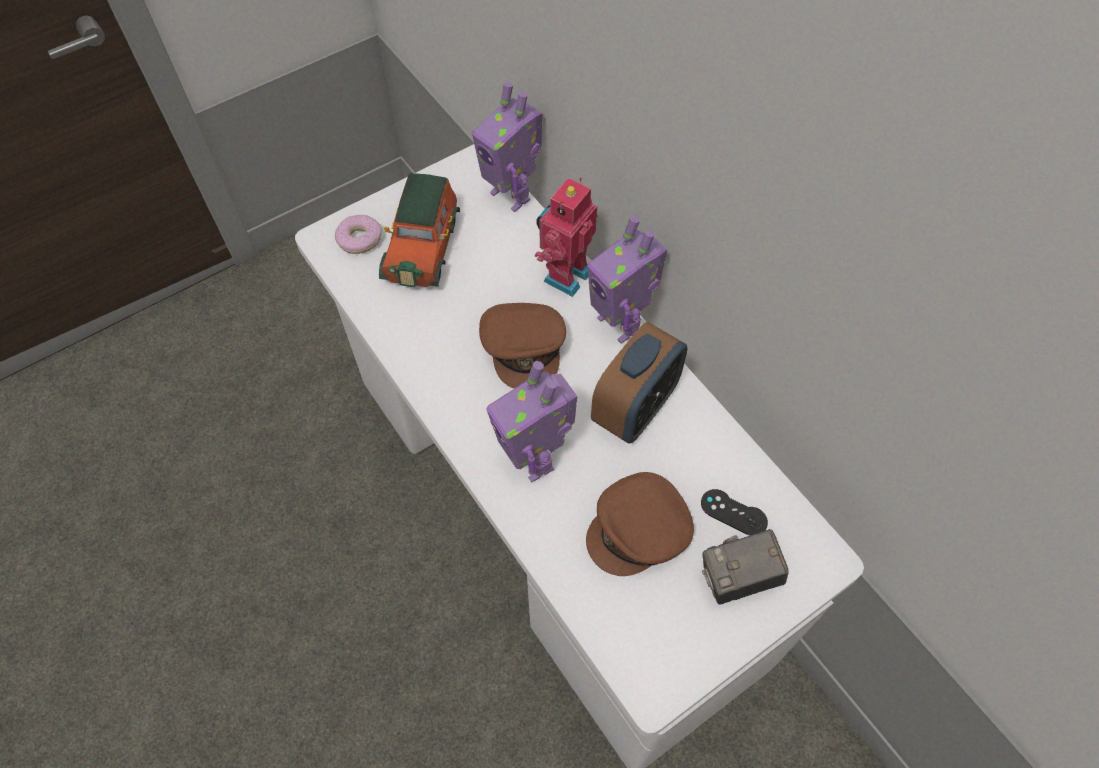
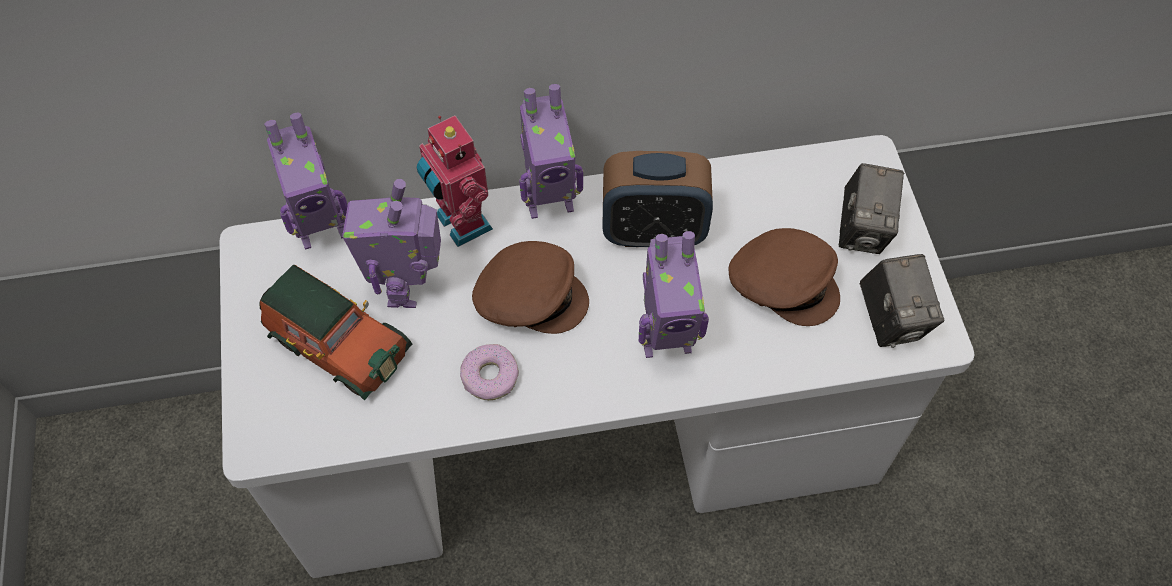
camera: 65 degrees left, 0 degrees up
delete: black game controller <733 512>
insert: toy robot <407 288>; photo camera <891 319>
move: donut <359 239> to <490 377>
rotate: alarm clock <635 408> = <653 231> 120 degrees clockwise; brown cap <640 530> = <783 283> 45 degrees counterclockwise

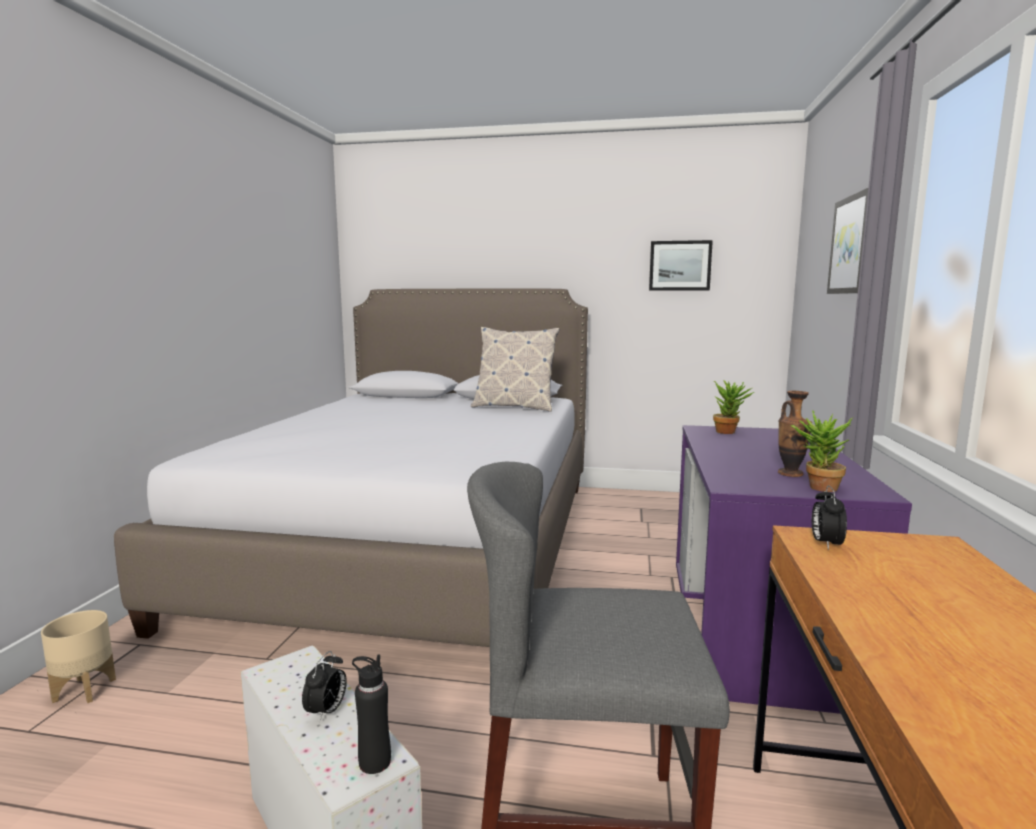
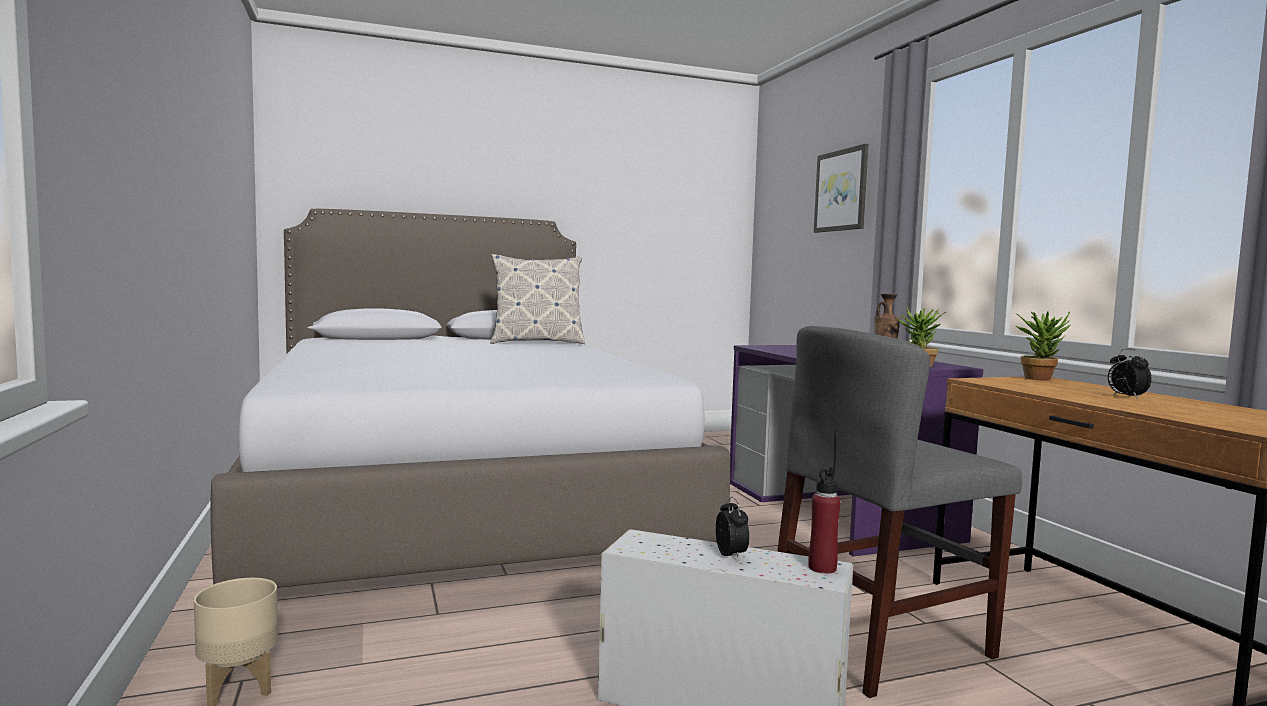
camera: 30 degrees left, 5 degrees down
delete: picture <680 266>
move: potted plant <729 432> to <1040 378>; alarm clock <825 544> to <1125 397>
recolor: black bottle <374 762> to red bottle <822 568>

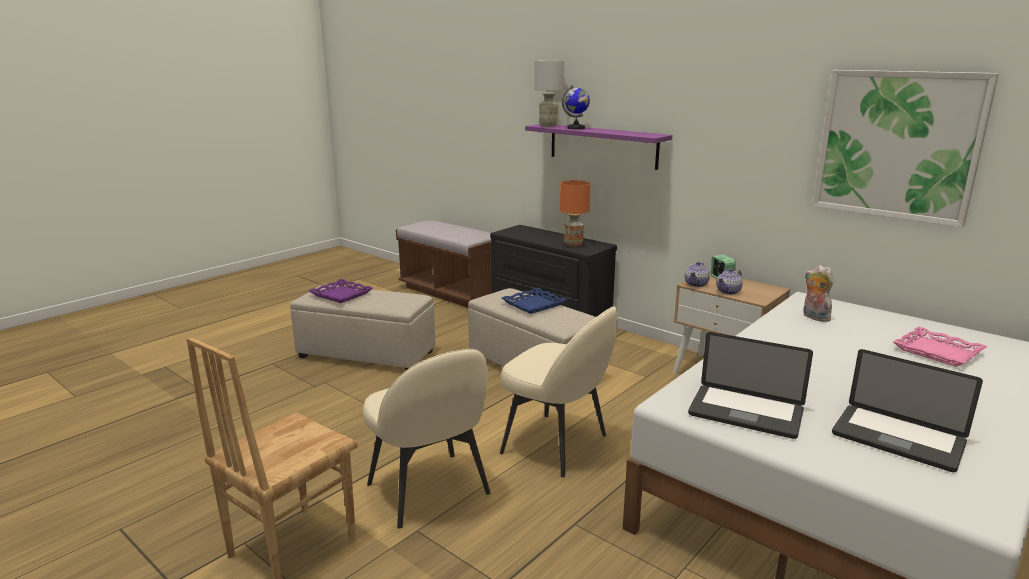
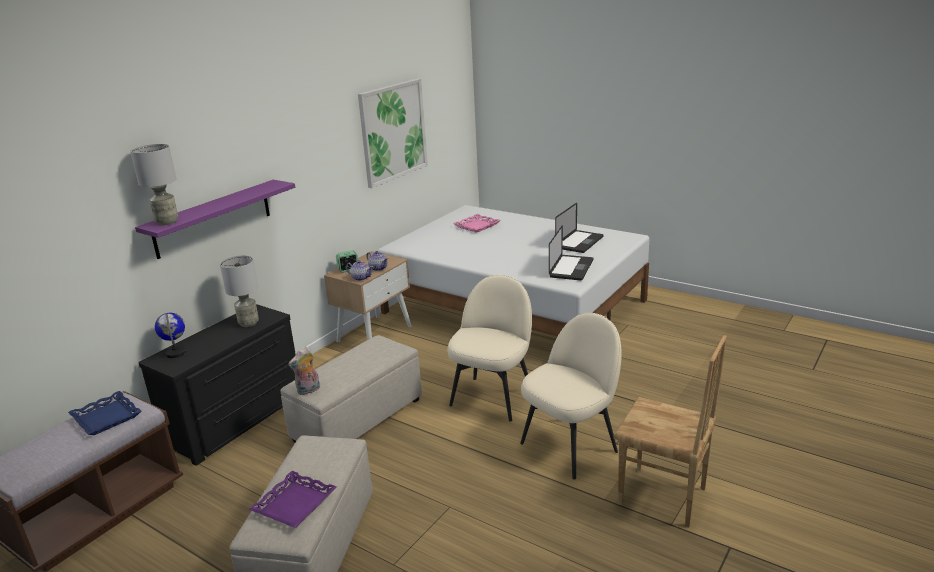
camera: 95 degrees left, 5 degrees up
move: globe <576 128> to <176 353>; plush toy <814 317> to <308 390>; blue tray <534 305> to <107 417>
recolor: orange table lamp <573 244> to grey table lamp <249 323>

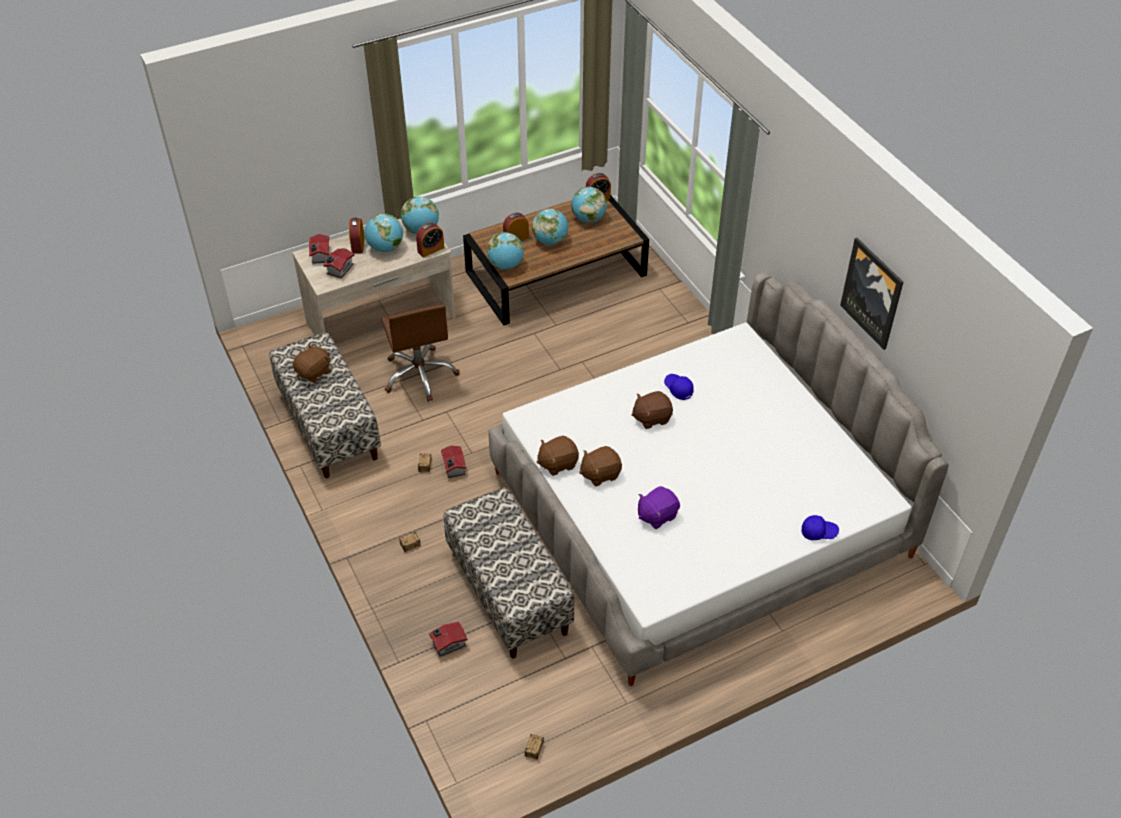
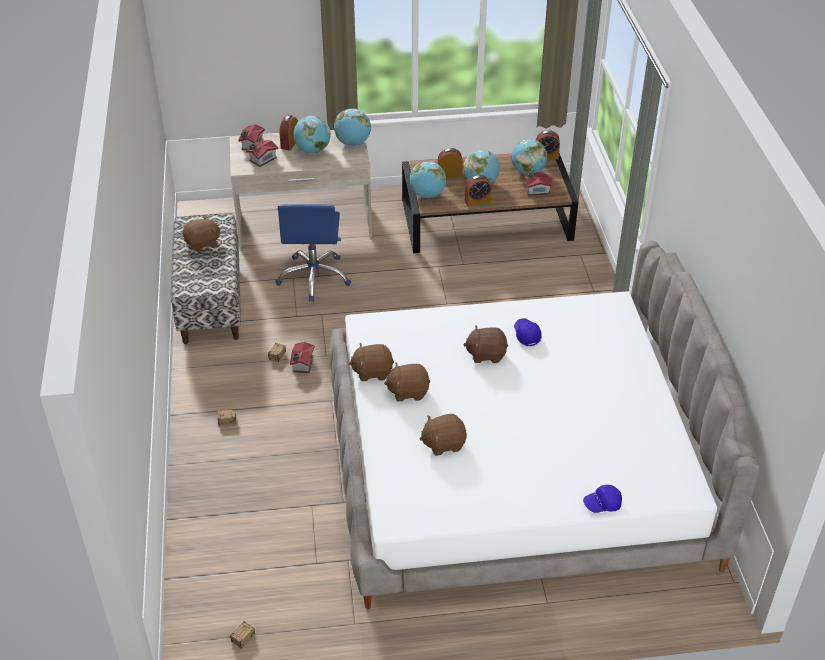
camera: 20 degrees right, 5 degrees down
delete: picture <872 293>; bench <509 593>
move: alarm clock <431 249> to <477 201>; toy house <447 644> to <536 190>
recolor: brown office chair <420 375> to blue office chair <314 277>; purple plush toy <657 515> to brown plush toy <443 443>
rotate: blue cap <818 532> = <602 504> 135 degrees clockwise

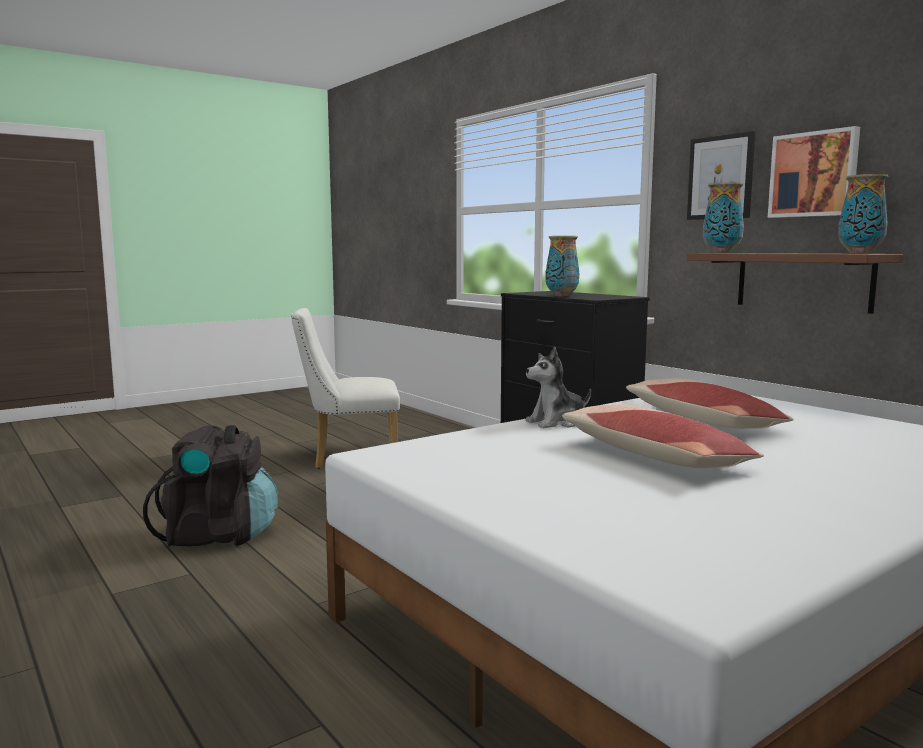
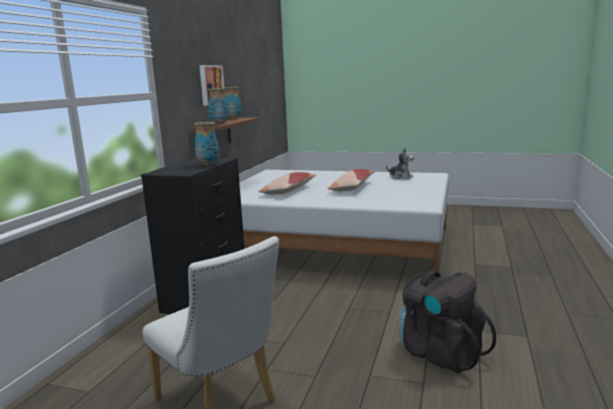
camera: 125 degrees left, 5 degrees up
delete: picture <720 177>
move: plush toy <557 422> to <400 177>

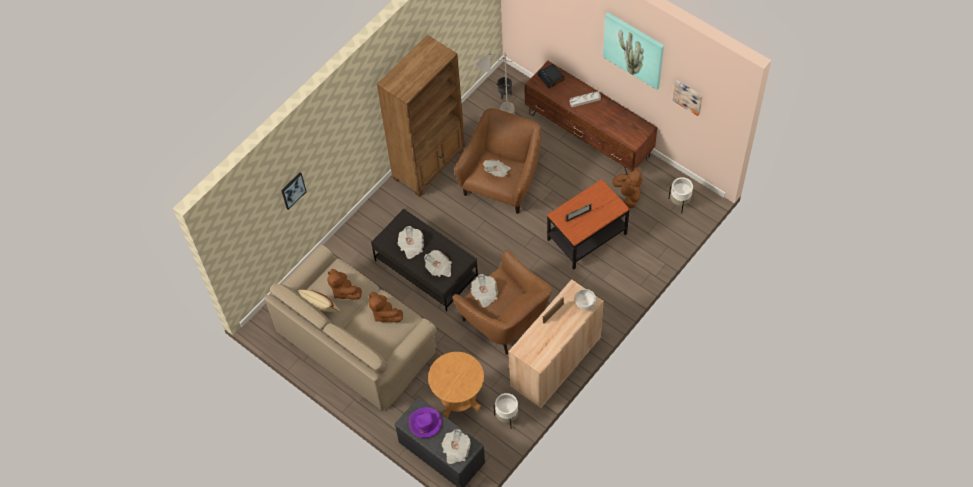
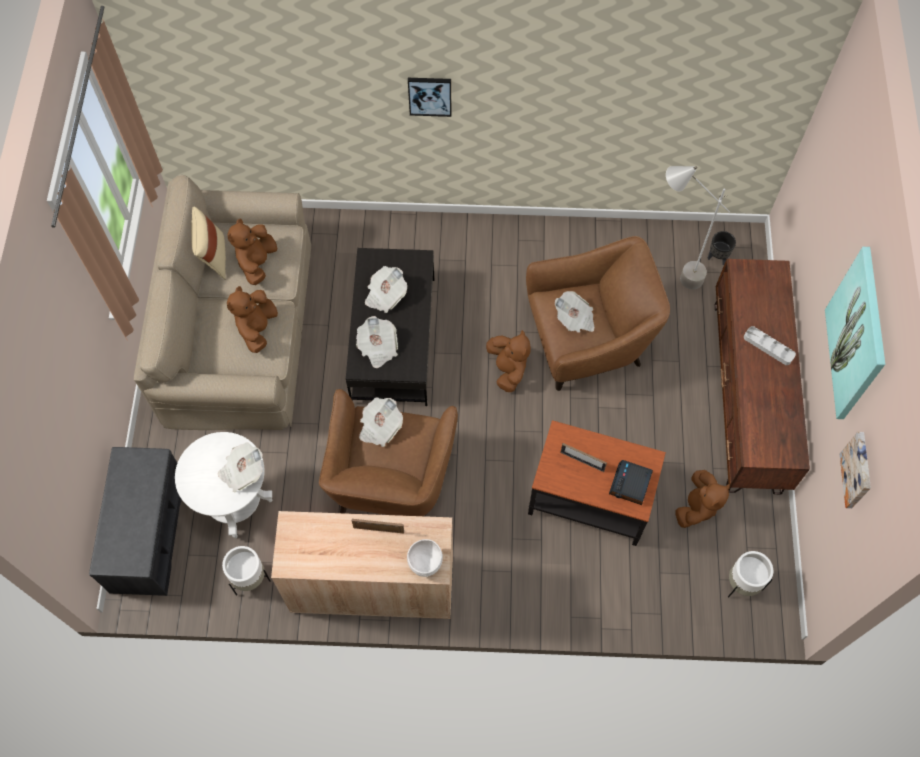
camera: 50 degrees right, 5 degrees up
delete: brown bookcase <429 165>; purple hat <425 423>
insert: brown plush toy <508 369>
move: alarm clock <551 78> to <630 485>; picture <293 190> to <430 95>; newspaper <456 450> to <242 472>
recolor: brown side table <459 400> to white side table <235 503>

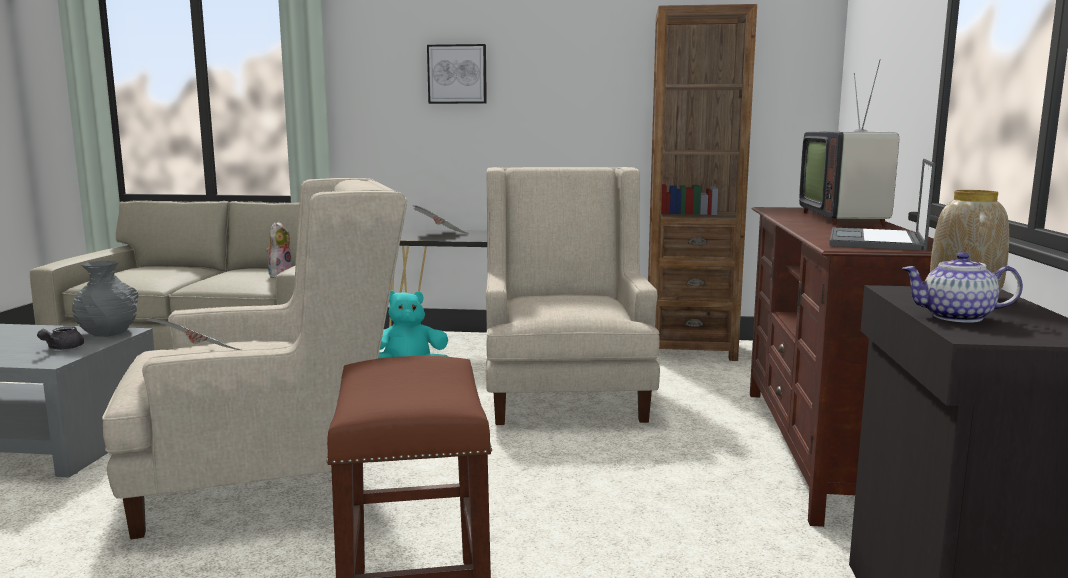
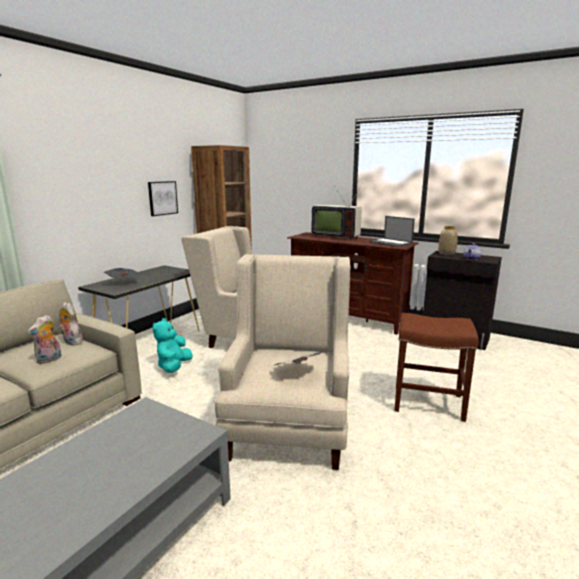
camera: 65 degrees left, 5 degrees up
delete: grey vase <108 332>; grey teapot <61 348>
insert: plush toy <49 360>
move: picture <457 74> to <162 198>

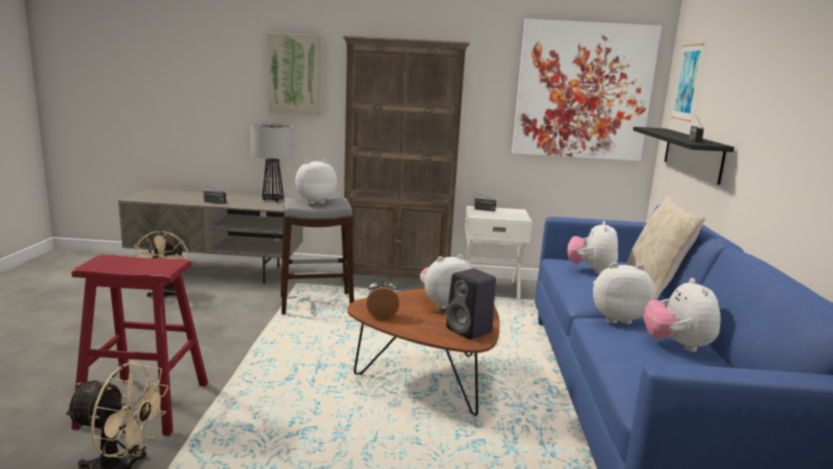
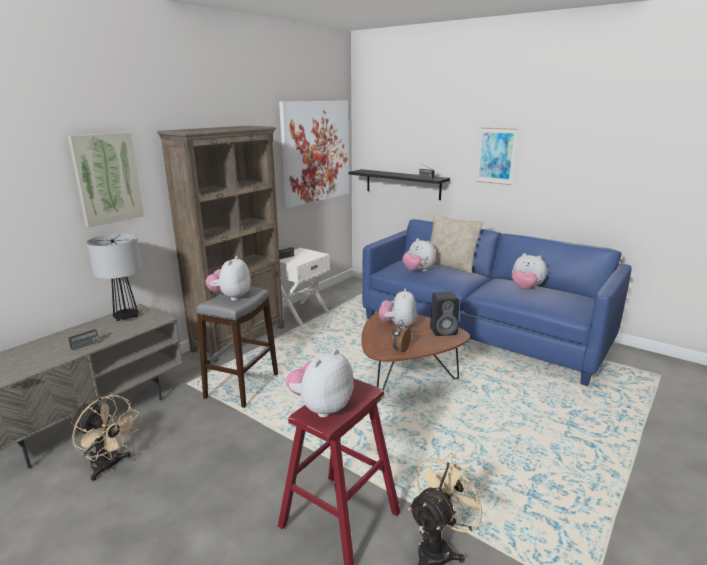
camera: 55 degrees left, 5 degrees up
move: picture <687 82> to <496 156>; plush toy <616 318> to <321 407>

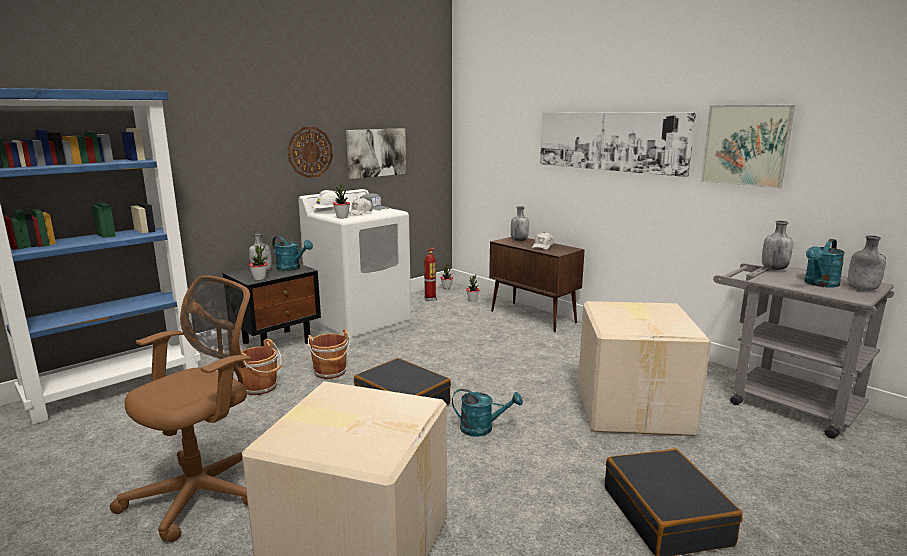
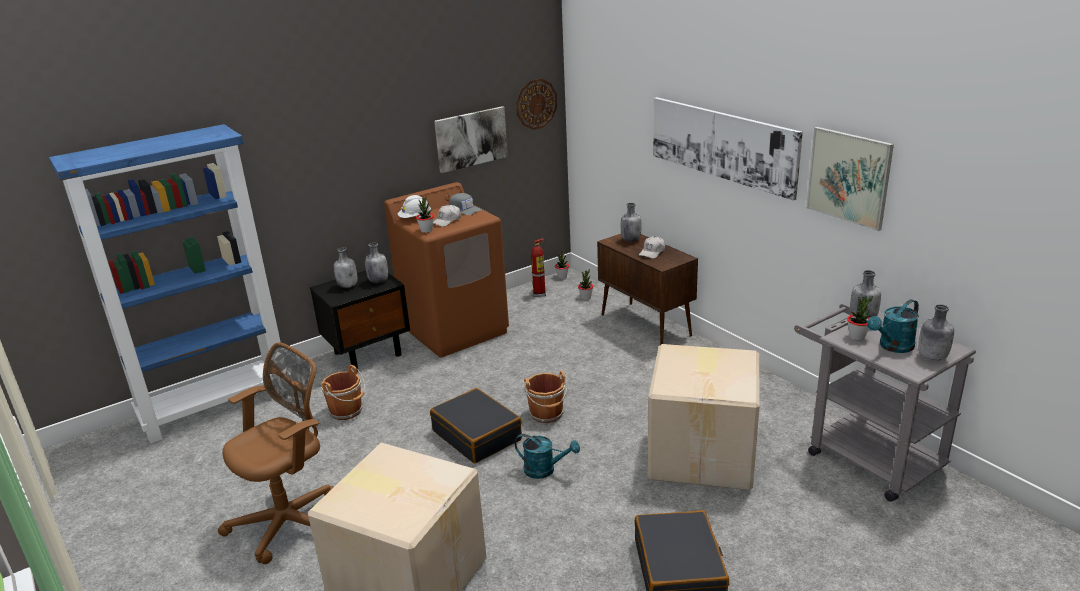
camera: 10 degrees right, 10 degrees up
move: wall clock <310 152> to <536 104>; potted plant <259 278> to <857 337>; brown bucket <331 372> to <547 414>
replace: turquoise watering can <292 268> to grey bottle <378 281>
recolor: white washing machine <360 323> to brown washing machine <455 329>

